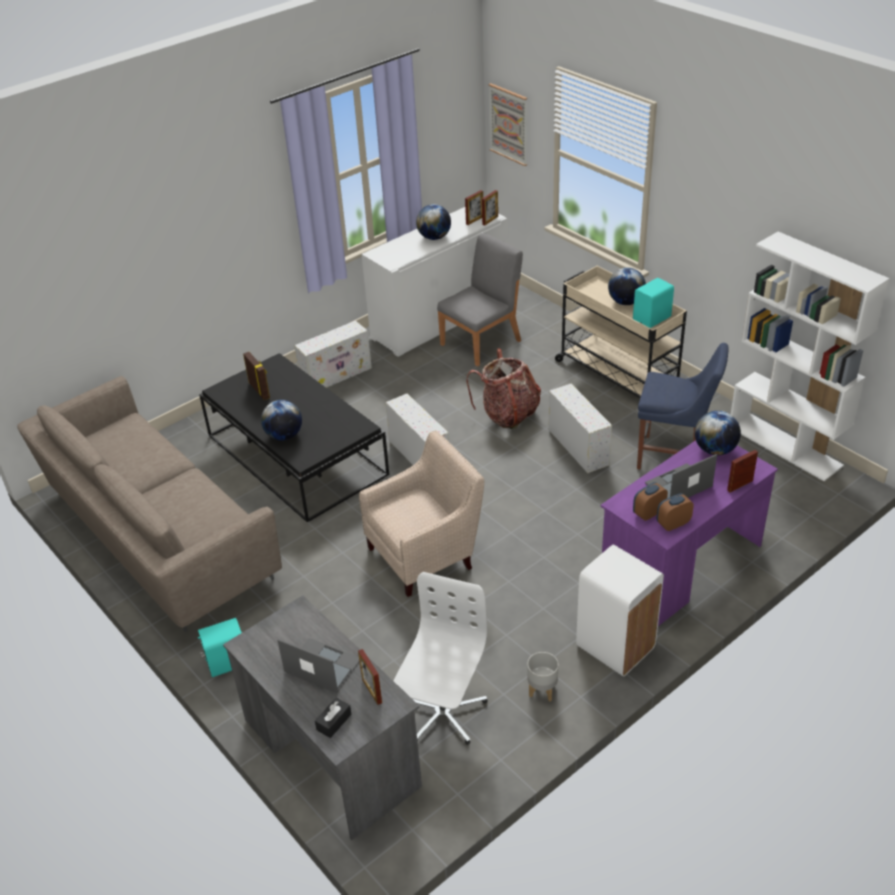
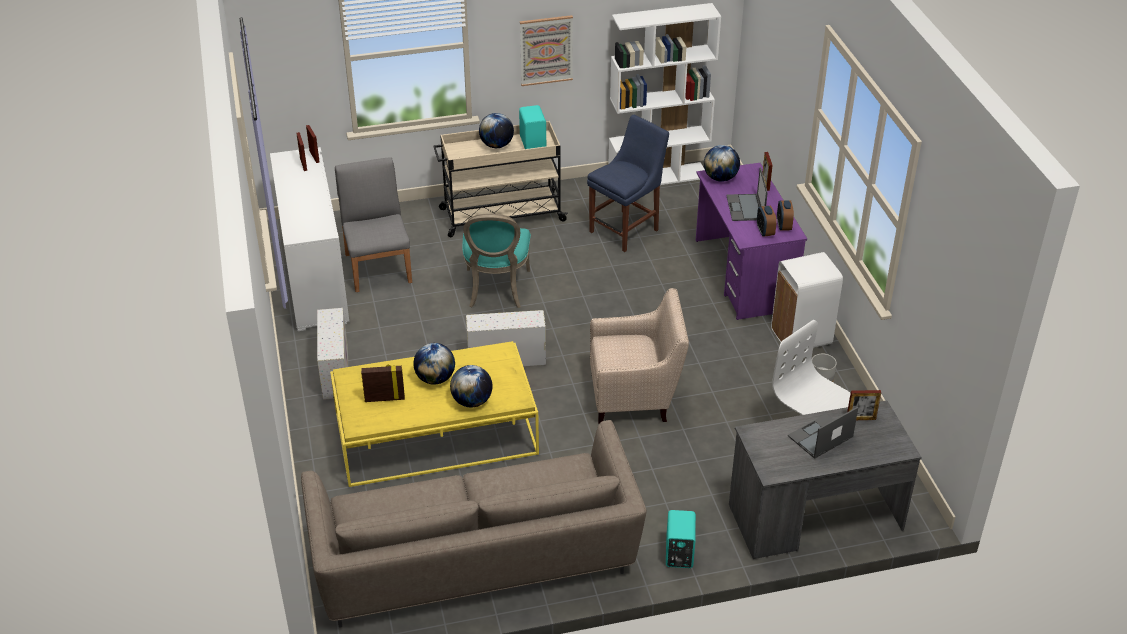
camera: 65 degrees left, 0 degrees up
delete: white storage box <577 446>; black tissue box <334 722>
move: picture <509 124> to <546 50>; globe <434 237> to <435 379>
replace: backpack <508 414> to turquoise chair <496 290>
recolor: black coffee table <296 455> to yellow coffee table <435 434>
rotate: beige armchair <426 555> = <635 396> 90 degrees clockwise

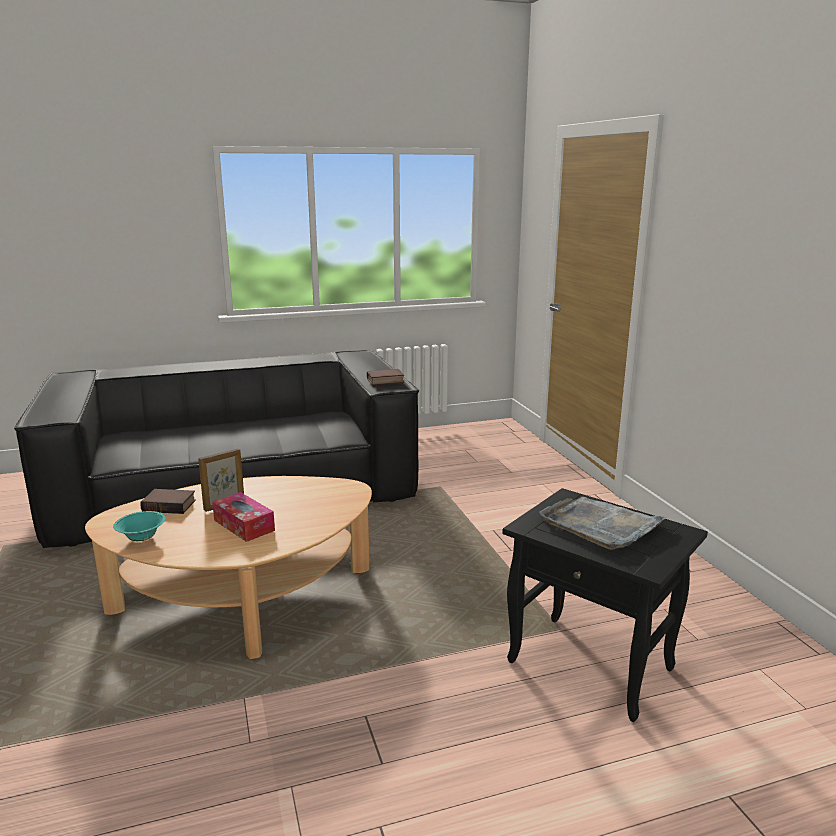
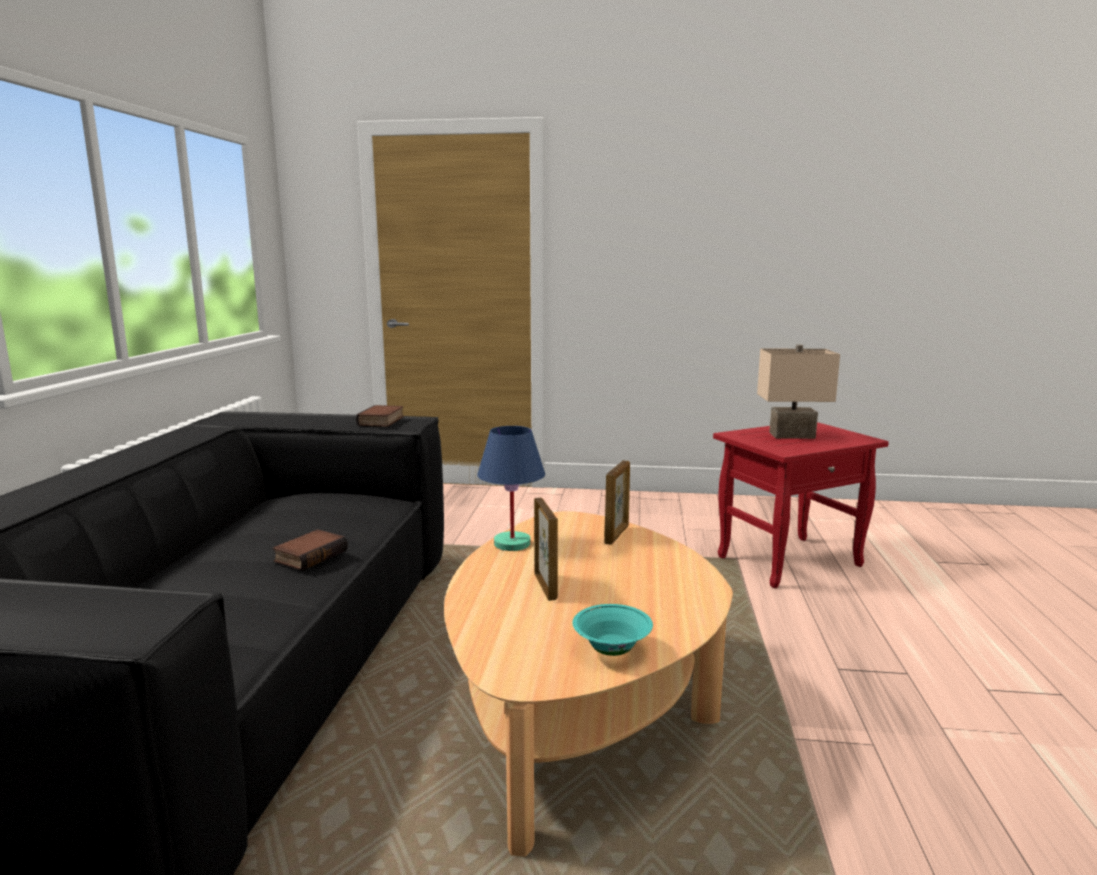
camera: 65 degrees left, 5 degrees down
delete: tissue box <244 525>
insert: blue table lamp <511 544>; picture frame <617 535>
move: book <170 505> to <310 555>
replace: grey tray <600 525> to beige table lamp <792 436>
recolor: black side table <593 665> to red side table <789 560>

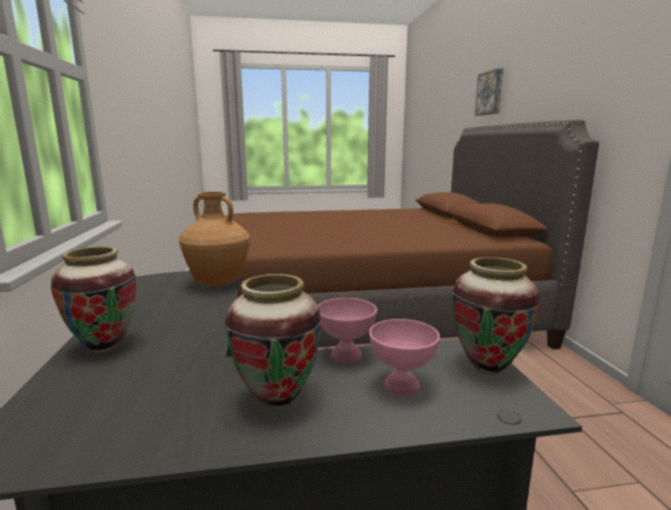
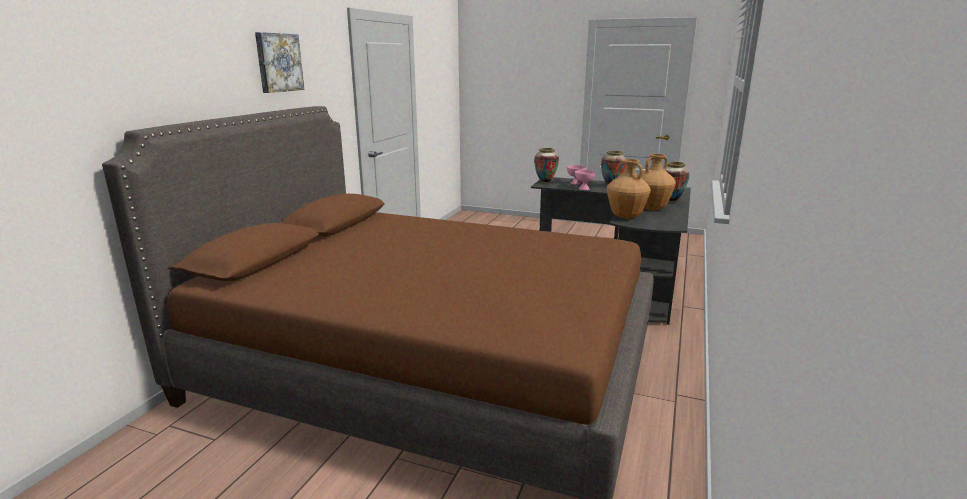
camera: 150 degrees left, 5 degrees up
insert: brown vase <651 209>
move: picture <490 93> to <278 62>

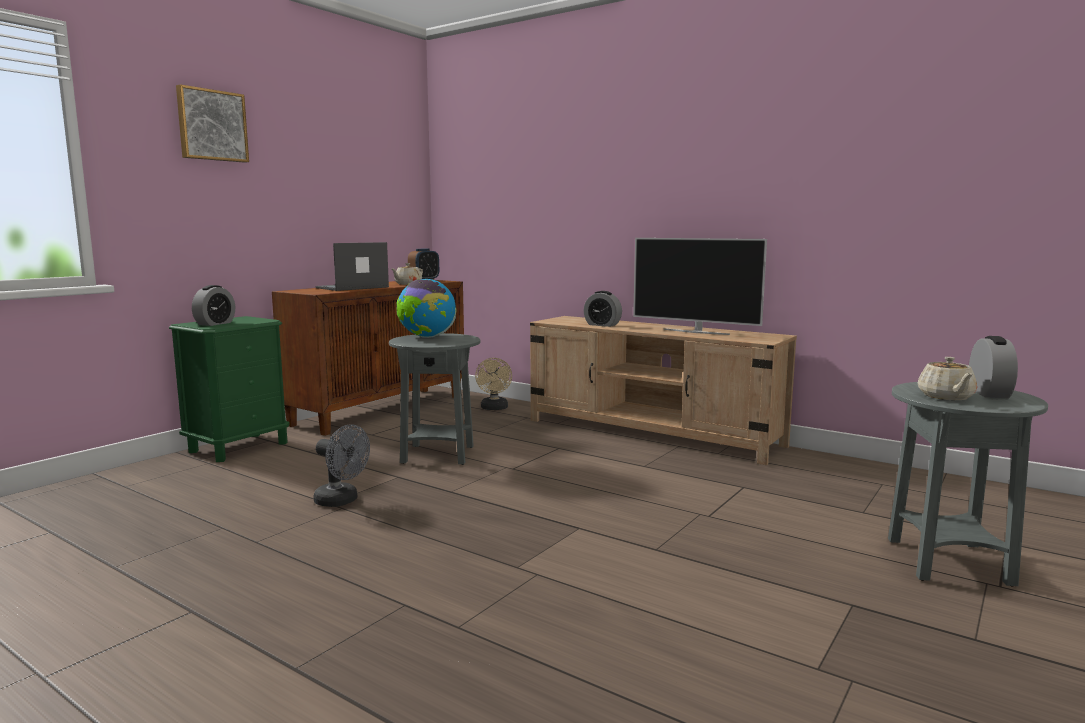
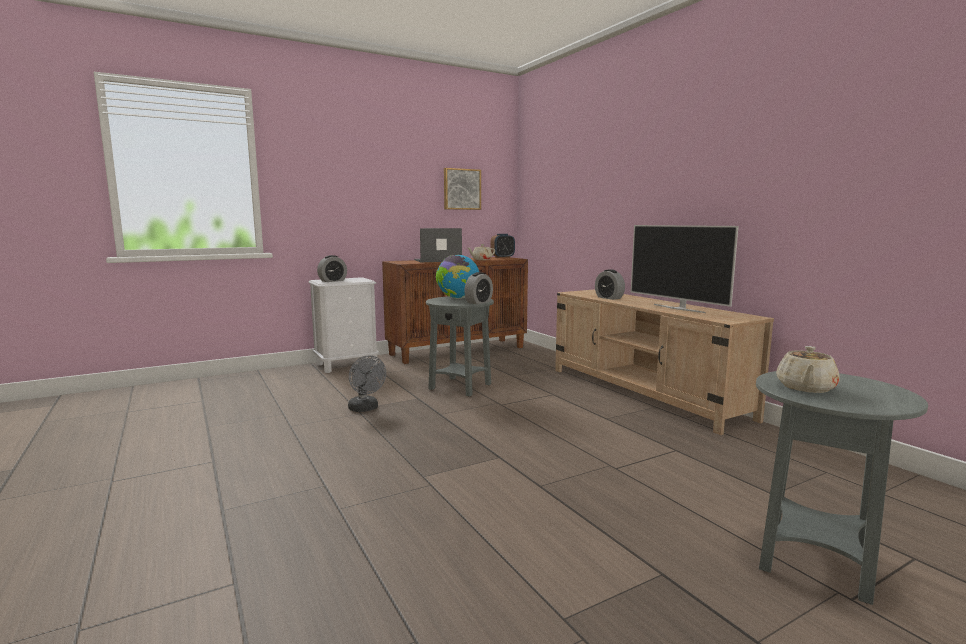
camera: 25 degrees right, 0 degrees up
delete: beige fan <494 408>
move: picture <211 125> to <461 189>; alarm clock <989 393> to <478 302>
recolor: green nightstand <239 447> to white nightstand <347 365>

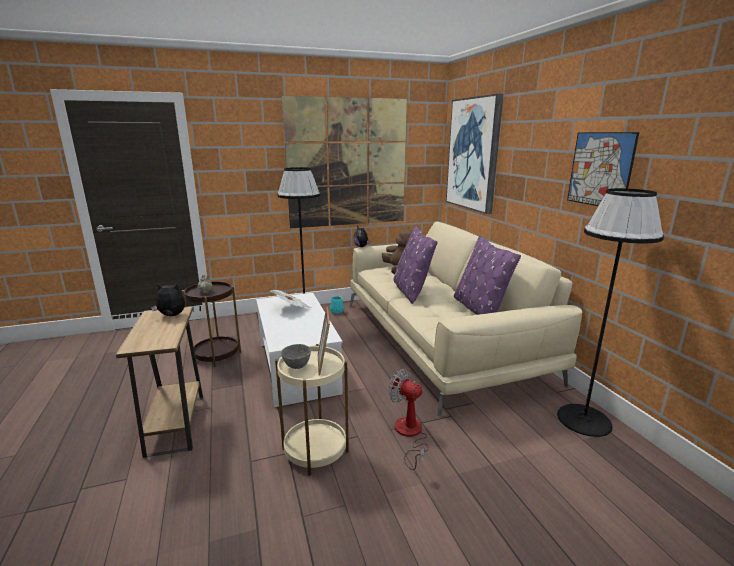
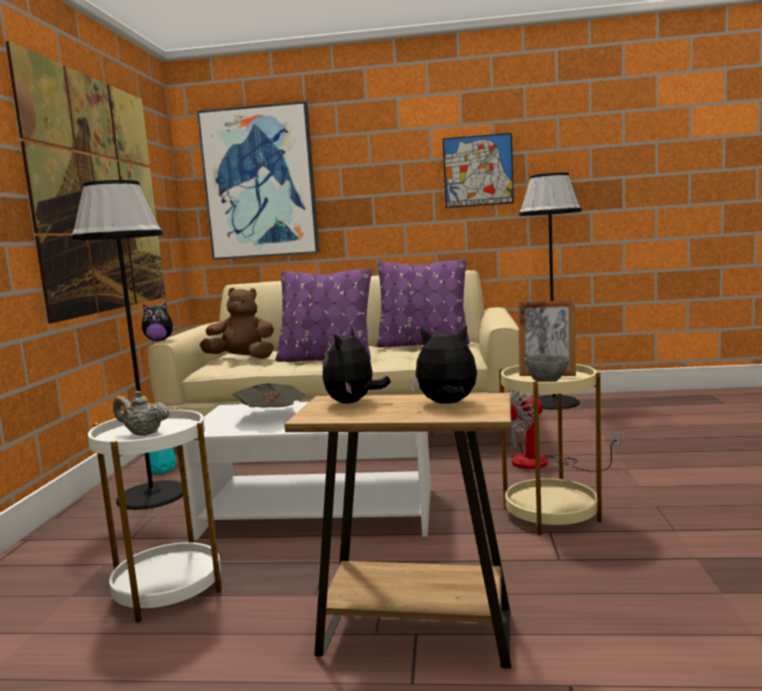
camera: 65 degrees left, 10 degrees down
insert: plush toy <447 404>
recolor: brown side table <216 354> to white side table <168 589>

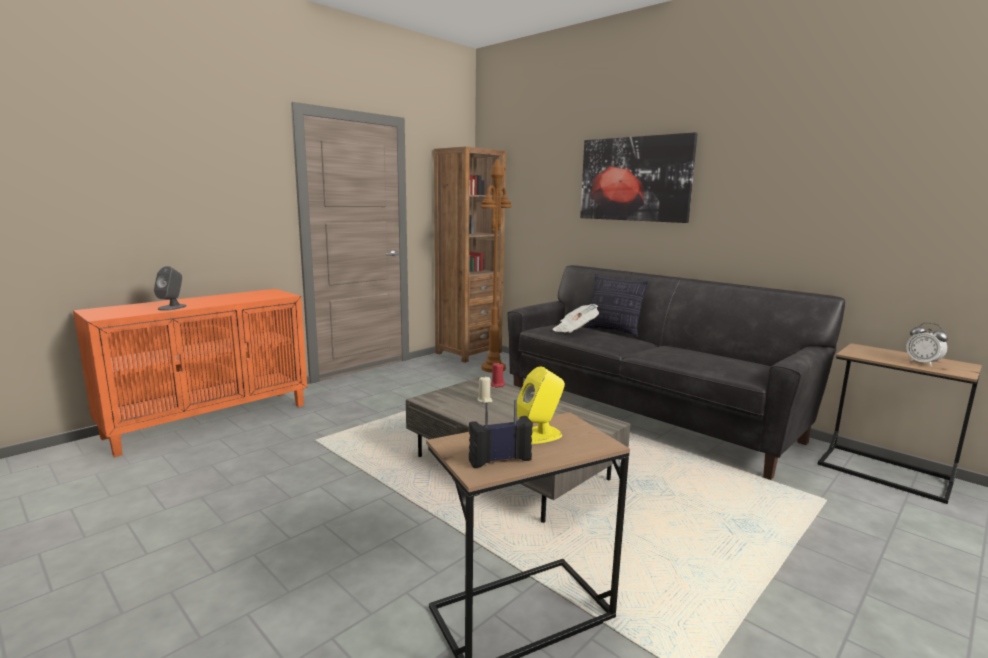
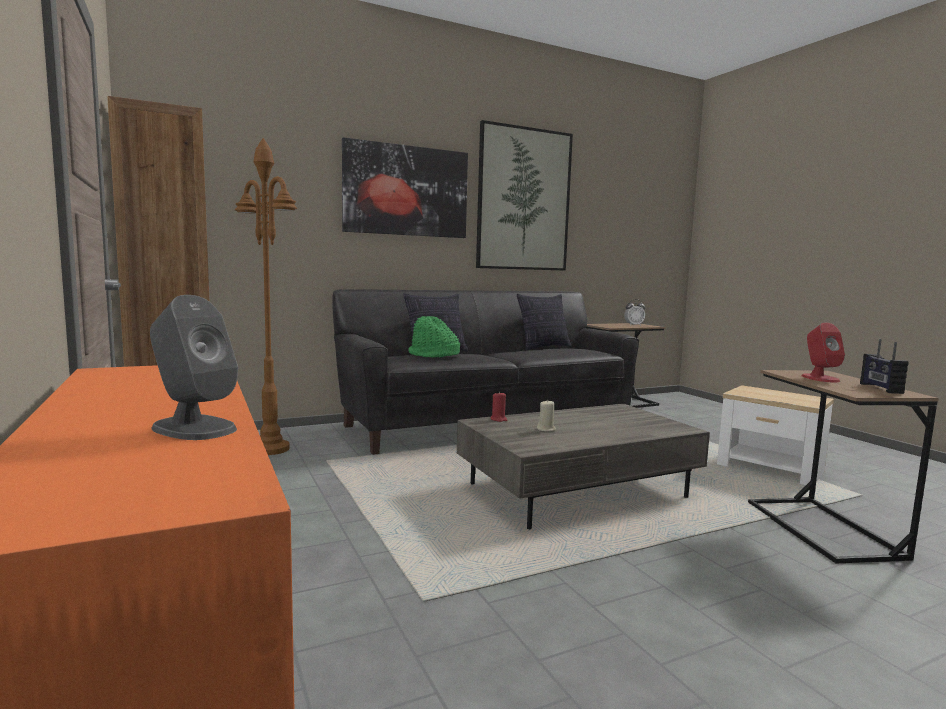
camera: 70 degrees left, 5 degrees down
insert: picture <524 199>; pillow <543 348>; side table <769 469>
replace: newspaper <575 330> to green hat <433 355>
recolor: yellow speaker <539 435> to red speaker <819 378>

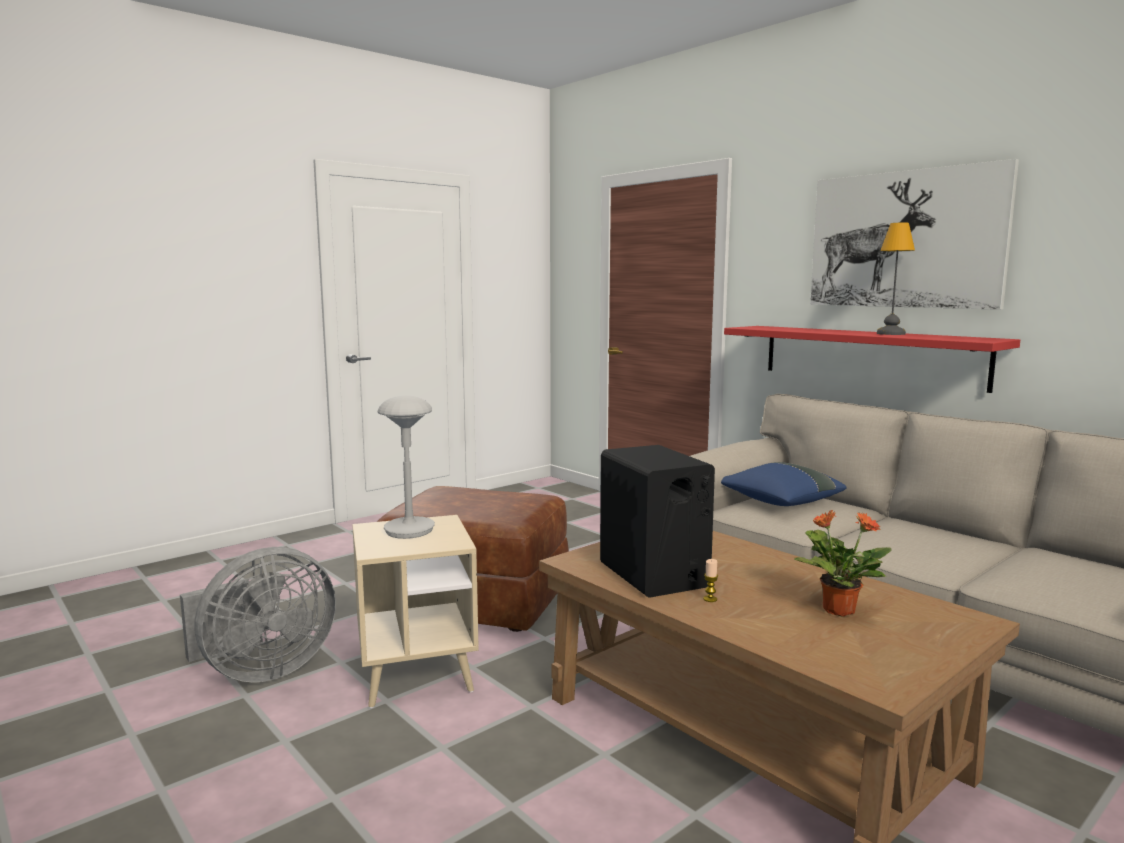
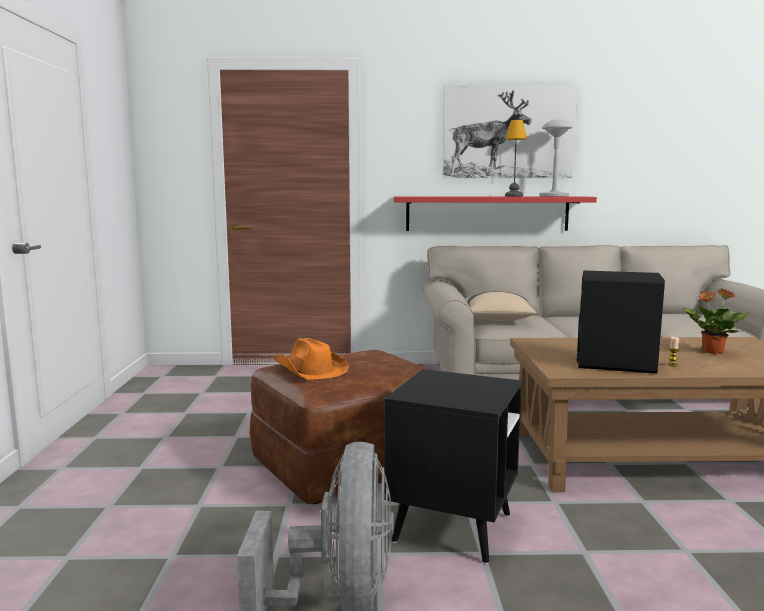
camera: 50 degrees left, 0 degrees up
insert: orange hat <309 370>
move: grey table lamp <410 530> to <554 196>
recolor: blue pillow <779 502> to beige pillow <498 320>; beige side table <416 675> to black side table <453 527>

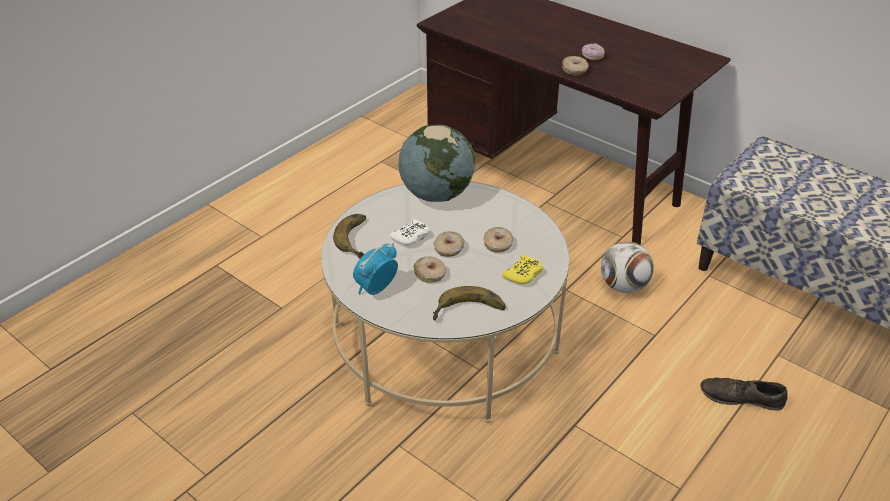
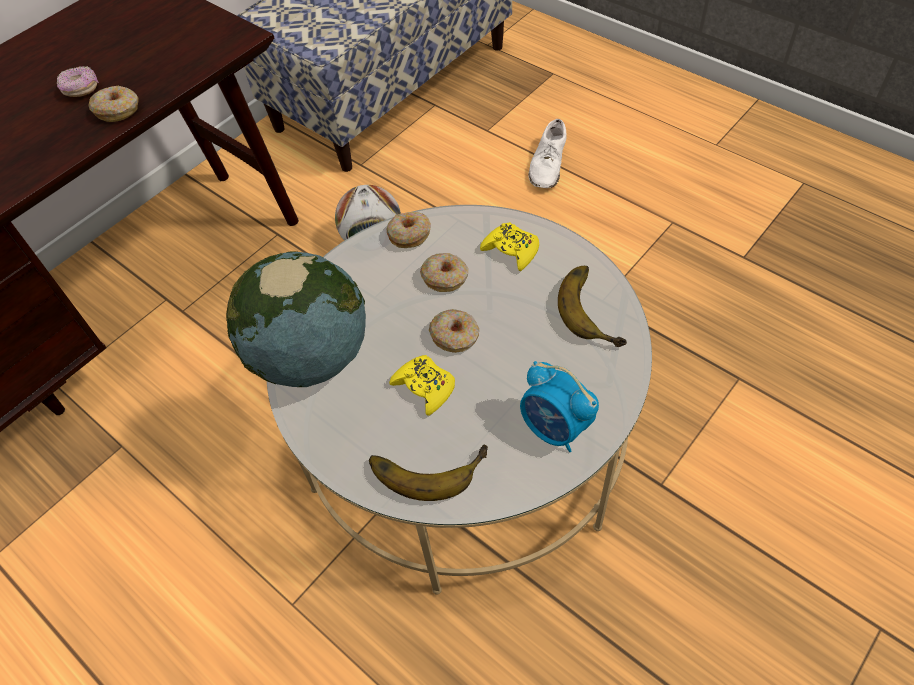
camera: 85 degrees left, 15 degrees up
move: donut <430 274> to <409 234>
recolor: white game controller <411 237> to yellow game controller <425 387>; brown shoe <741 397> to white shoe <548 164>

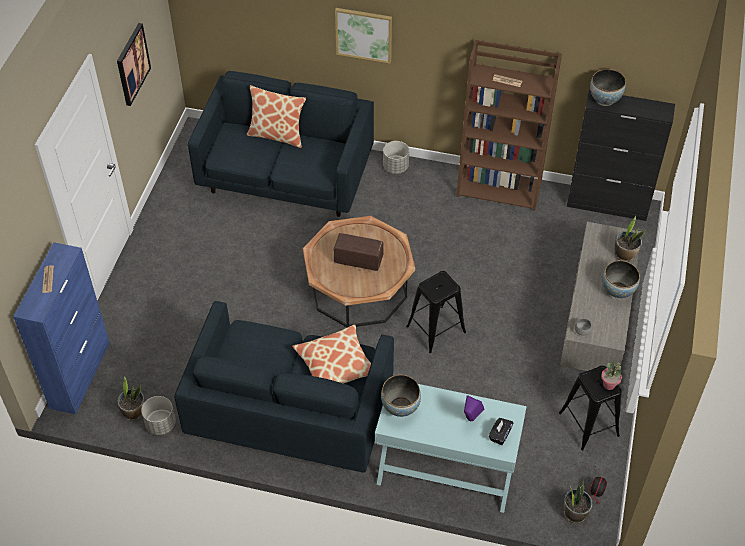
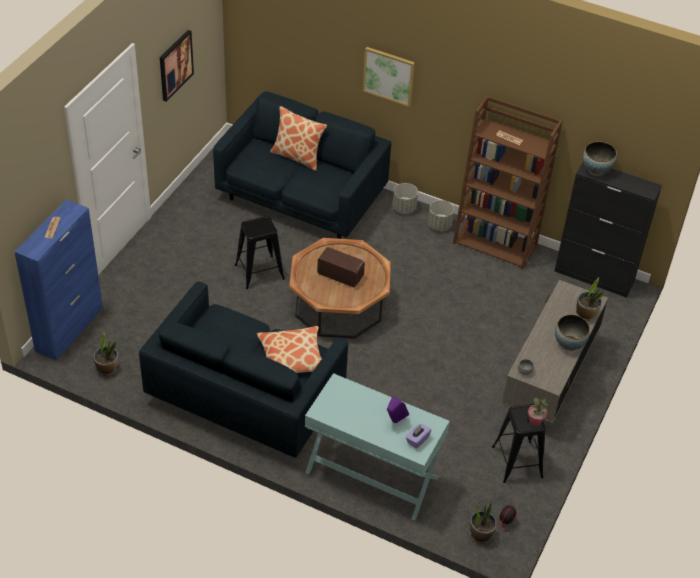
camera: 10 degrees right, 5 degrees down
delete: bowl <400 407>
move: black stool <436 329> to <259 272>; grey planter <160 424> to <439 225>
recolor: black tissue box <500 435> to purple tissue box <417 440>

